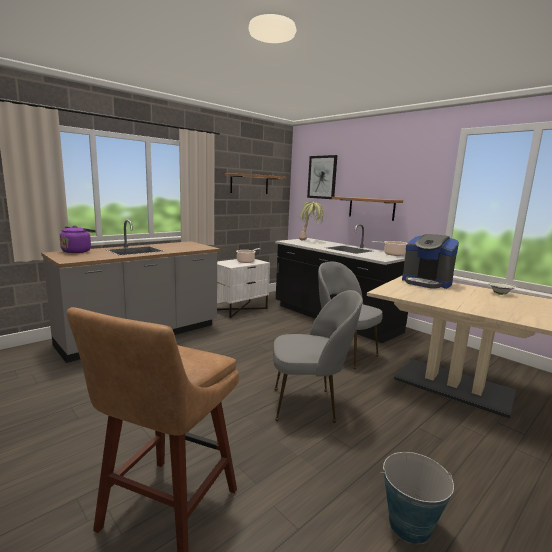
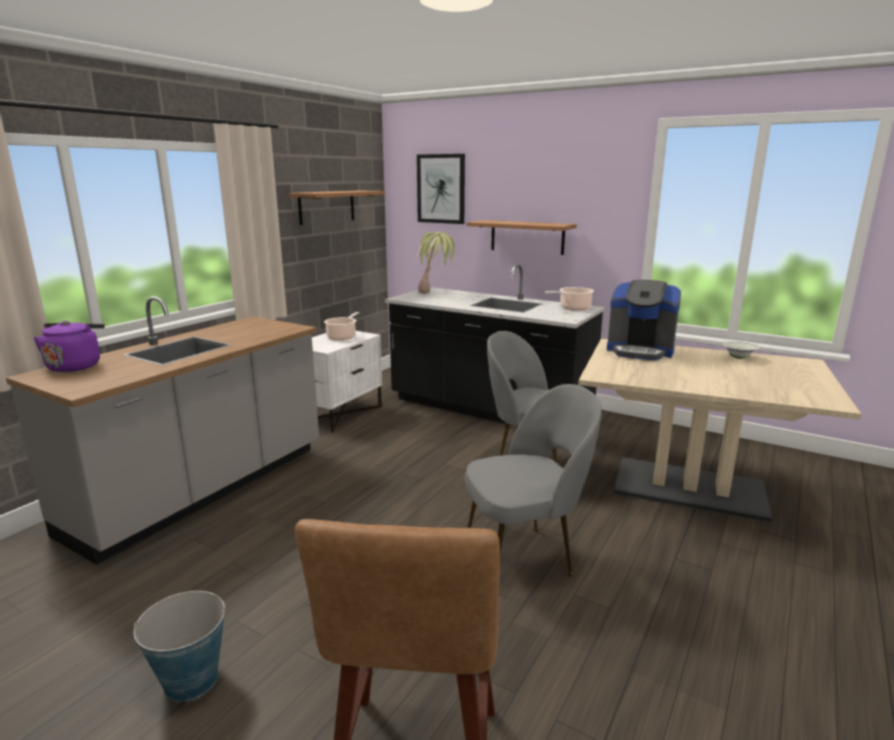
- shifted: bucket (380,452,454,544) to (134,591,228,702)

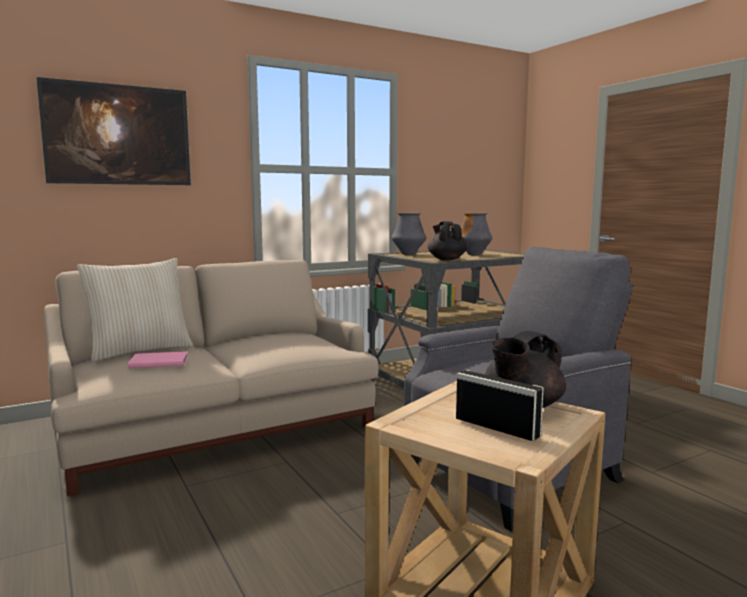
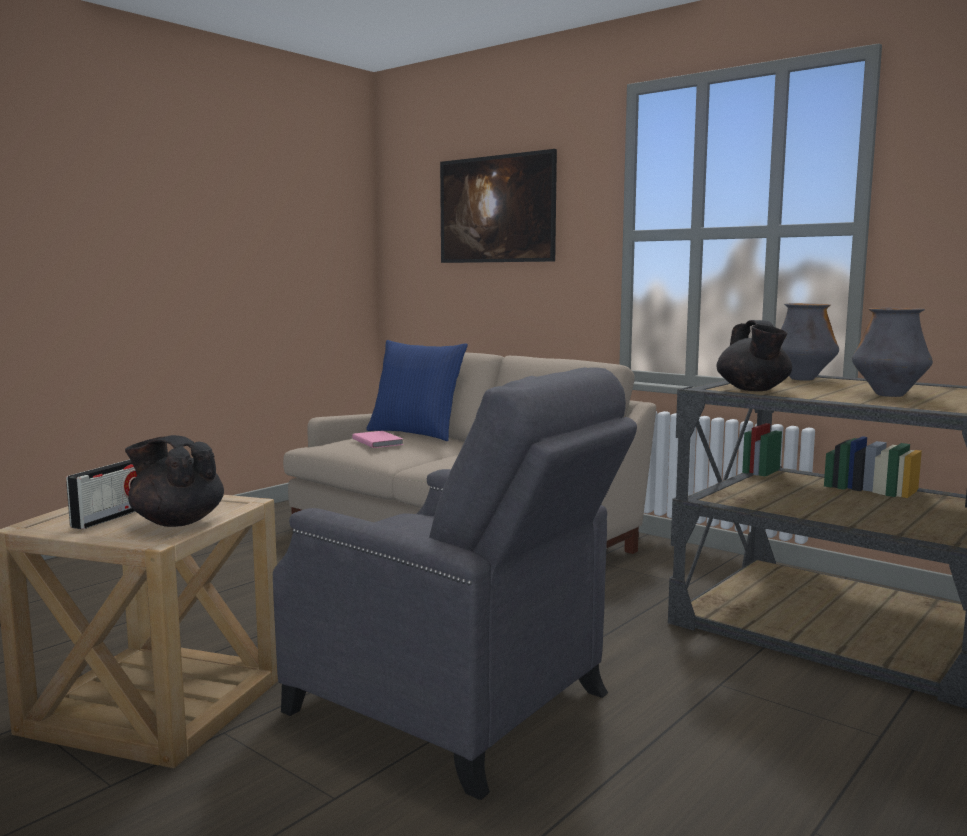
- rotated: teapot (black) (428,221,468,260) = (717,320,792,391) 120 degrees clockwise
- repainted: pillow (beige) (77,258,194,362) to pillow (blue) (366,340,468,441)

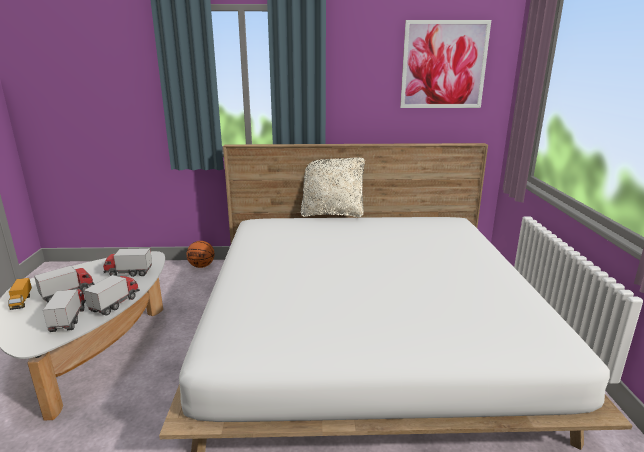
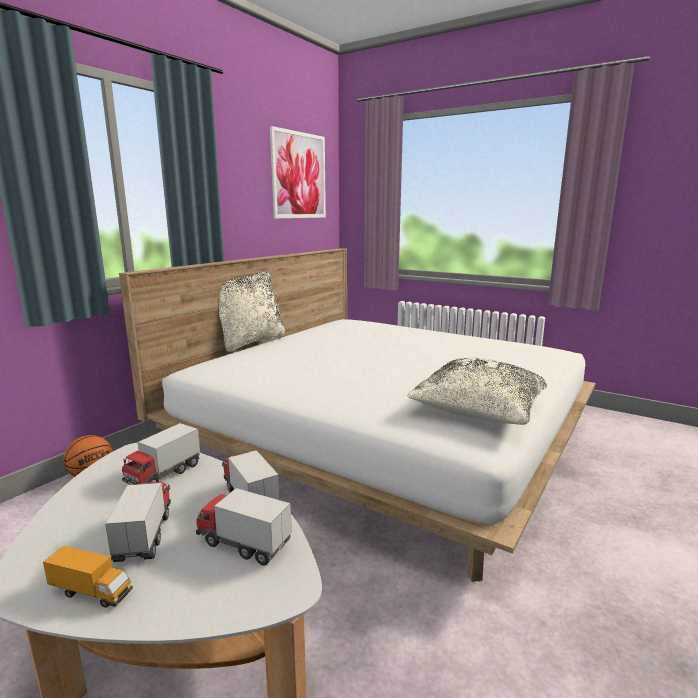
- new: pillow (beige) (407,358,547,425)

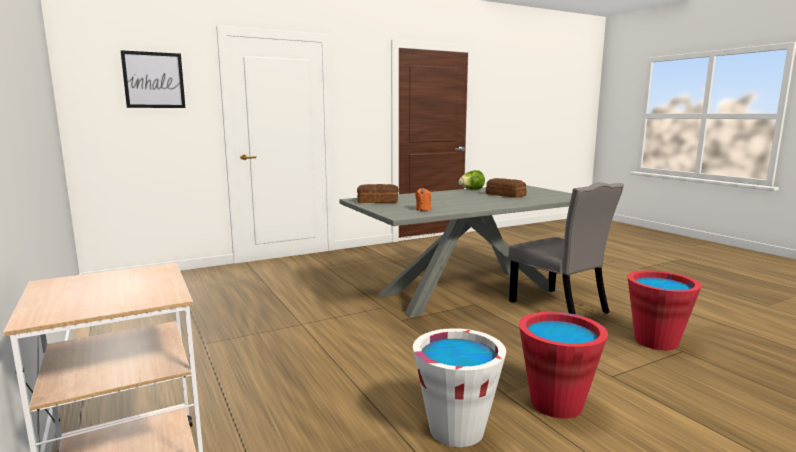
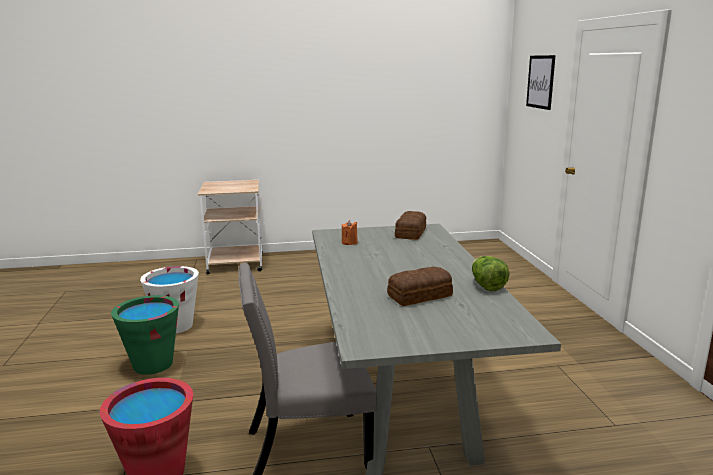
- repainted: bucket (red) (519,312,608,419) to bucket (green) (111,295,179,375)

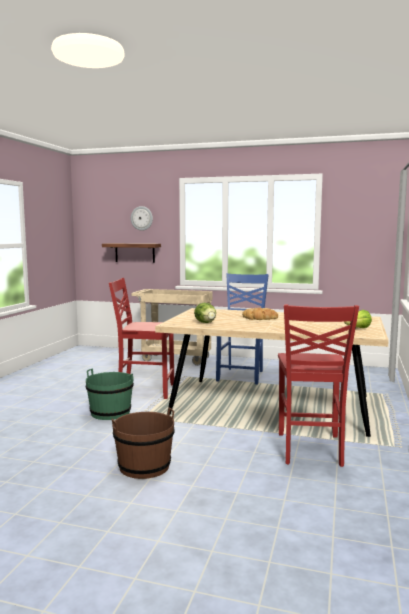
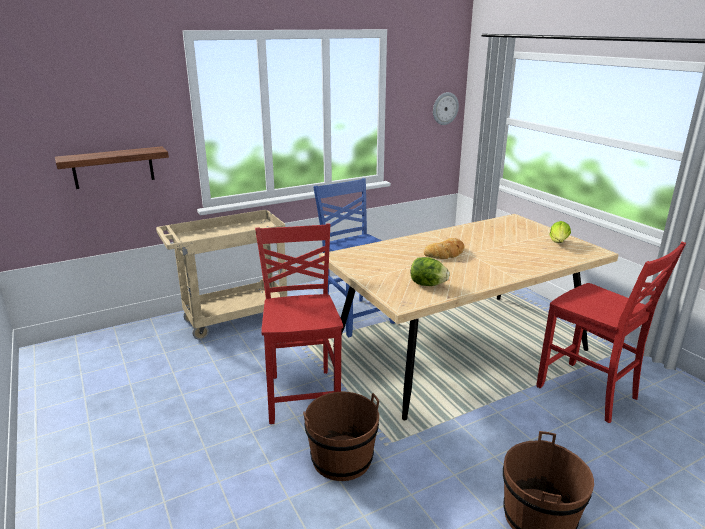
- shifted: wall clock (131,206,153,231) to (433,92,459,125)
- rotated: chair (red) (109,278,174,399) = (255,223,343,424) 120 degrees clockwise
- repainted: bucket (green) (86,369,134,420) to bucket (brown) (303,392,379,481)

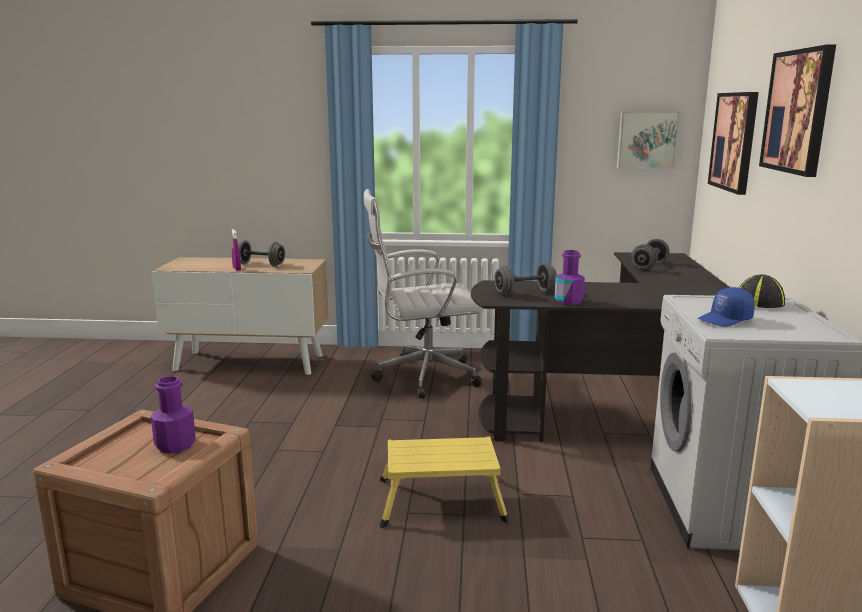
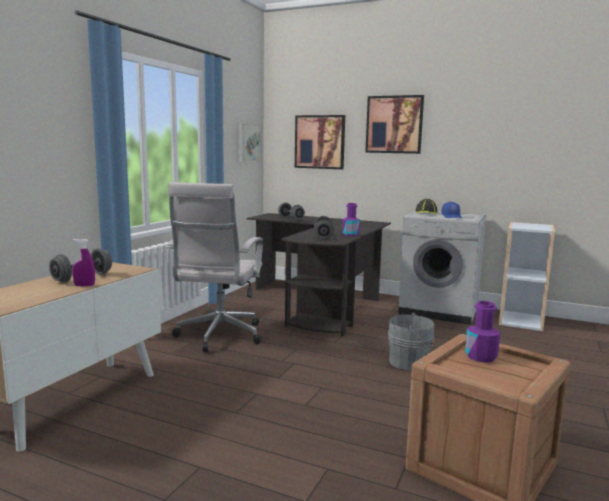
- swapped: step ladder (yellow) (379,436,510,528) to bucket (grey) (388,312,435,370)

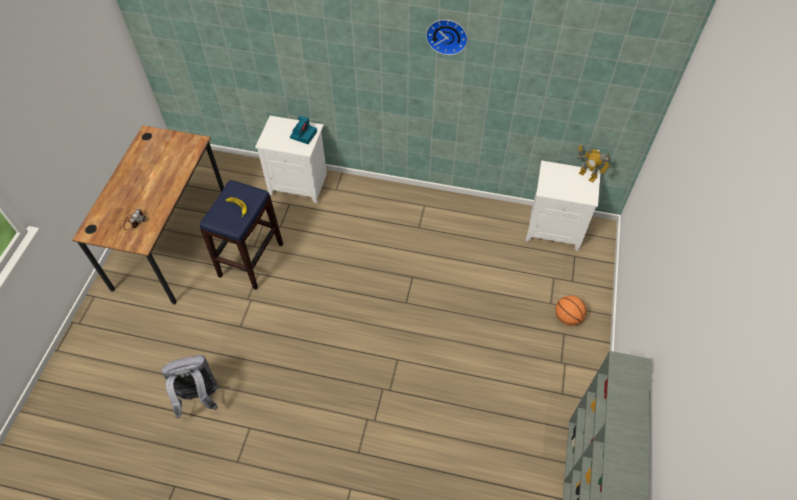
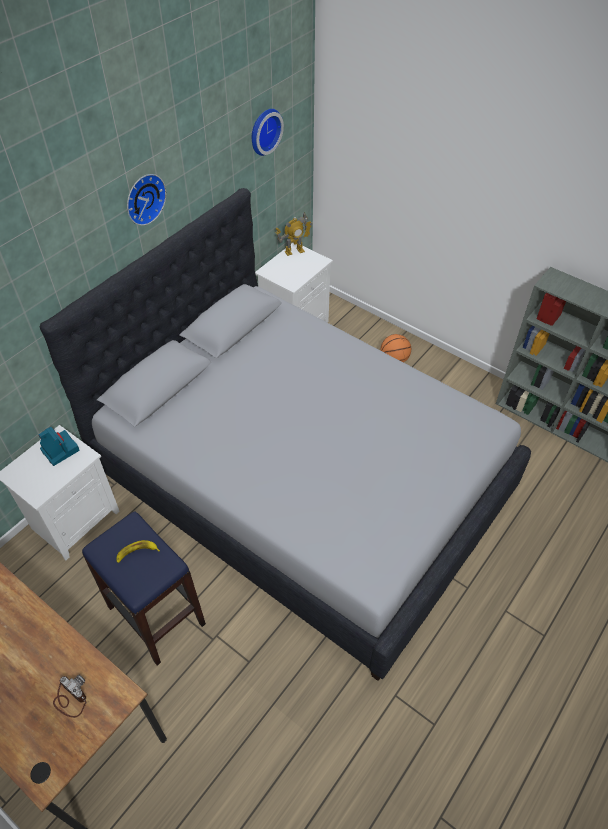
- gone: backpack (grey) (161,355,220,418)
- new: wall clock (252,109,284,156)
- new: bed (grey) (40,188,531,681)

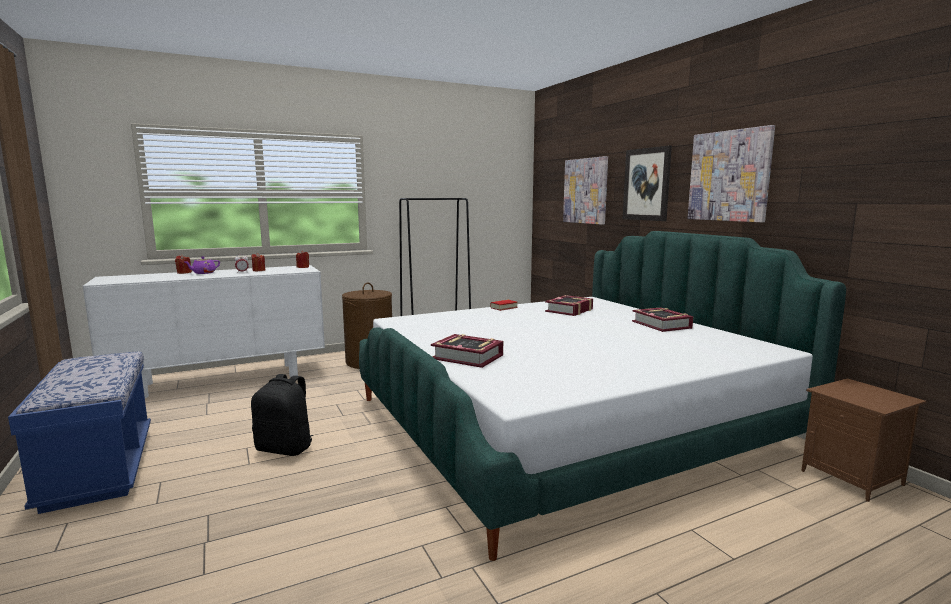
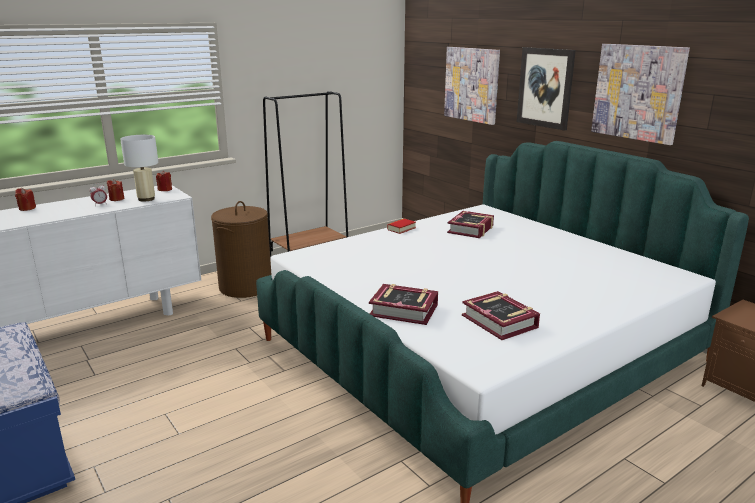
- gone: teapot (purple) (185,256,220,274)
- shifted: book (632,307,693,332) to (462,291,540,340)
- gone: backpack (black) (251,374,313,456)
- new: table lamp (white) (121,135,158,202)

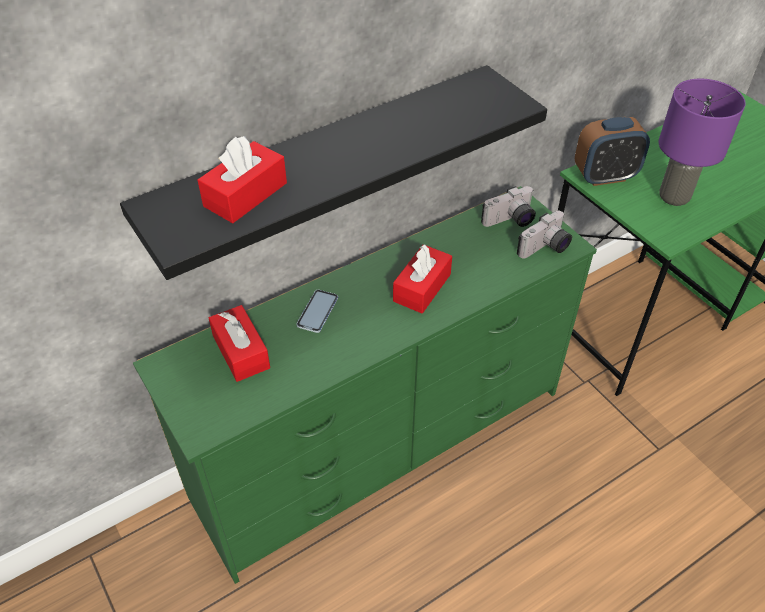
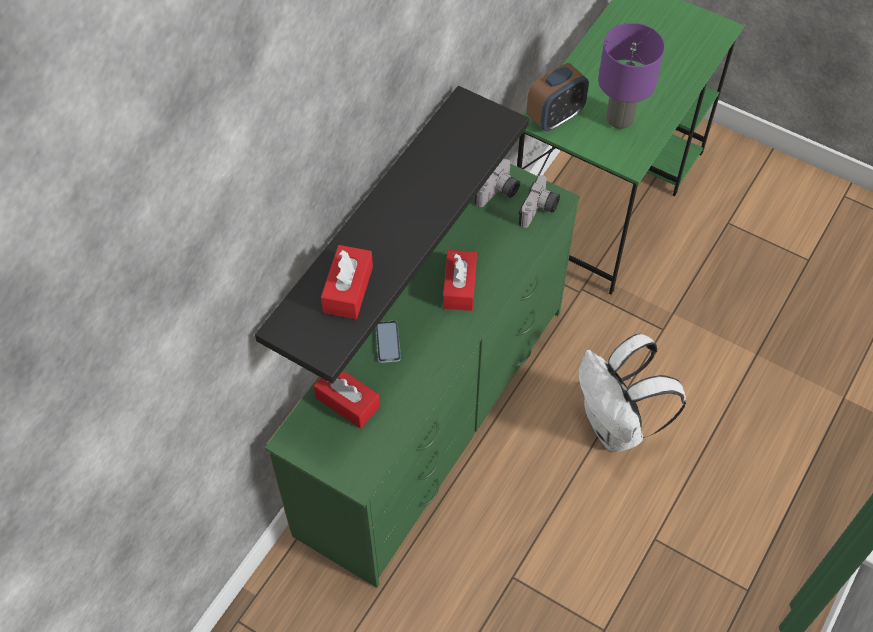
- new: backpack (white) (578,334,686,452)

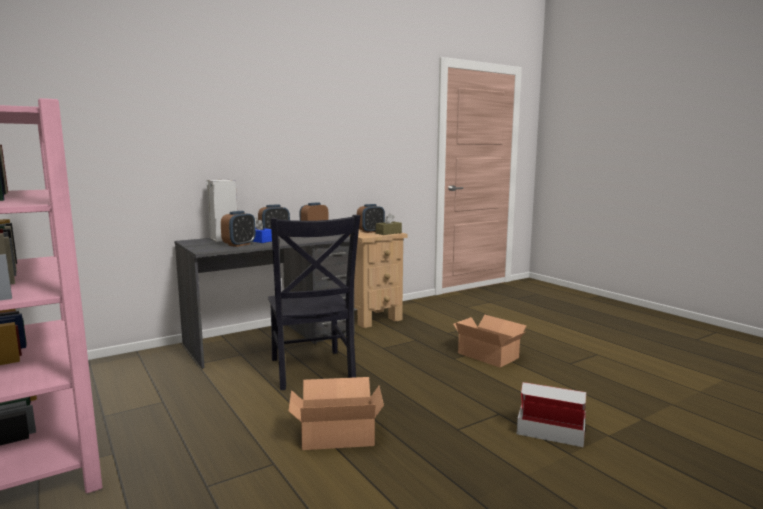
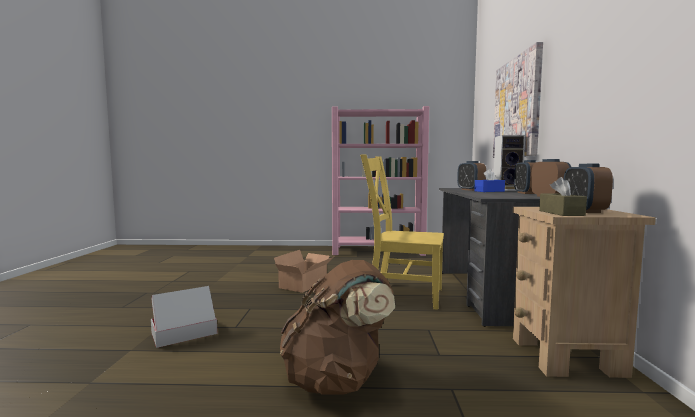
- repainted: chair (black) (268,215,361,390) to chair (yellow) (360,155,444,310)
- swapped: cardboard box (453,315,526,368) to backpack (brown) (280,260,395,394)
- new: picture (493,42,543,158)

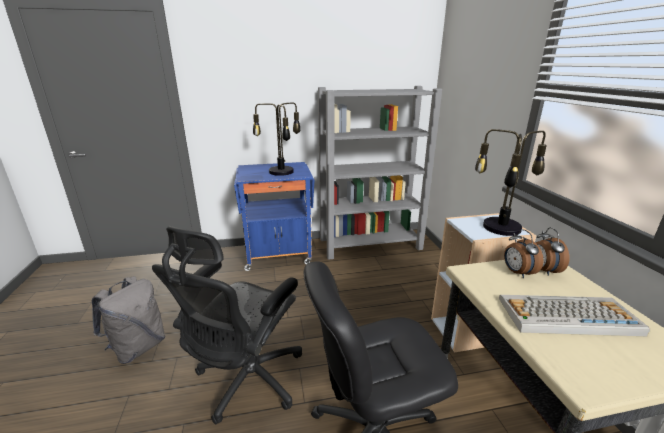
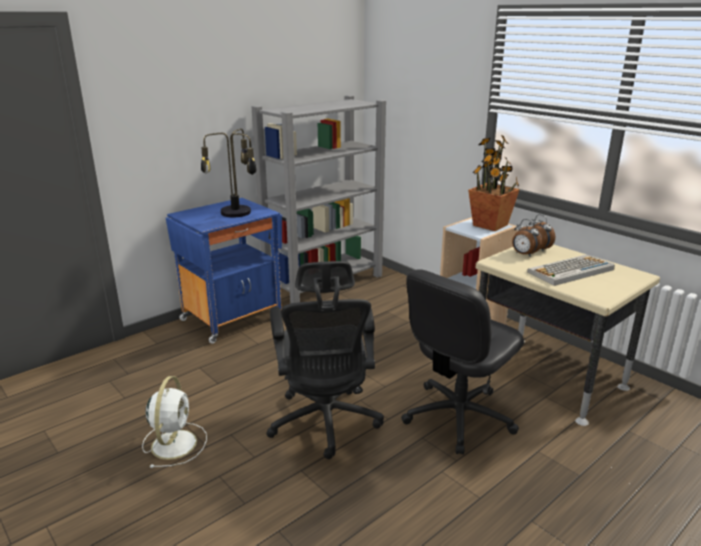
- swapped: table lamp (475,129,547,236) to potted plant (468,135,520,231)
- swapped: backpack (grey) (92,276,166,364) to fan (white) (142,376,207,468)

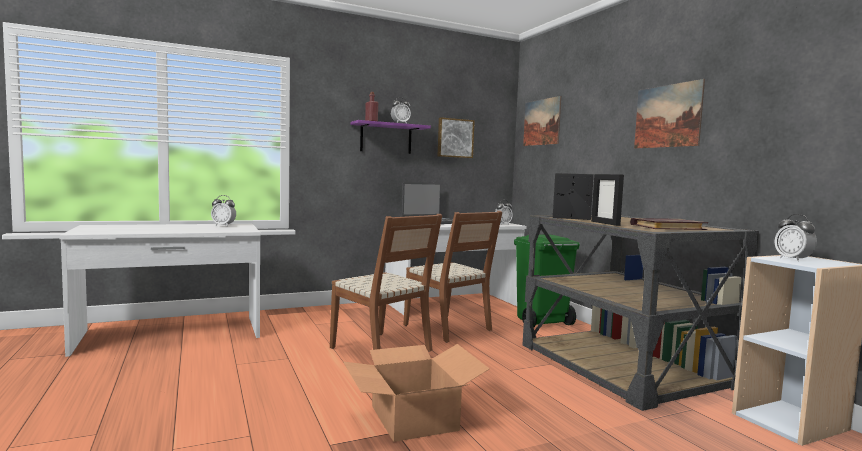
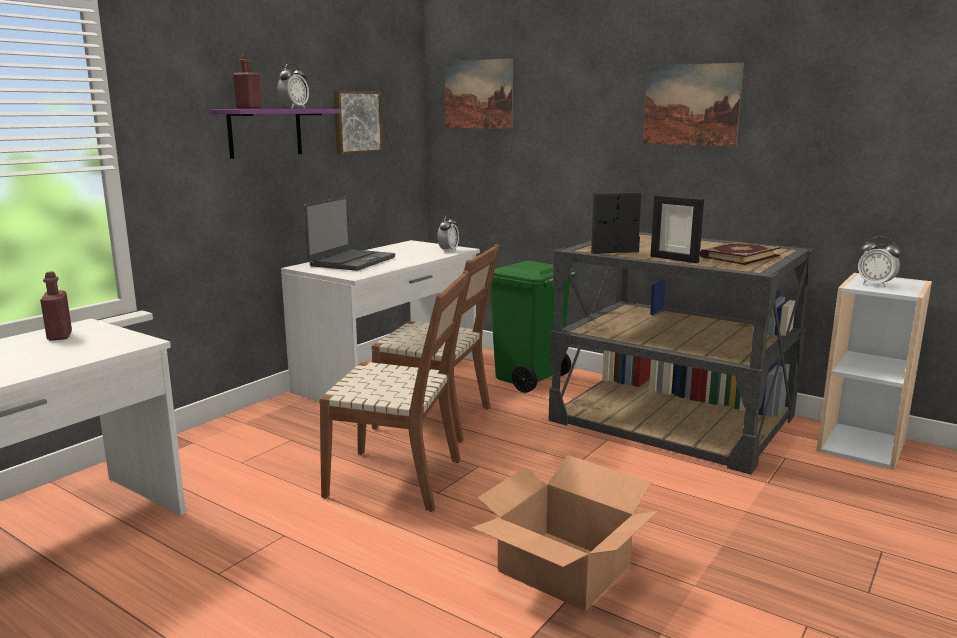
- swapped: alarm clock (211,195,236,226) to bottle (red) (40,271,72,341)

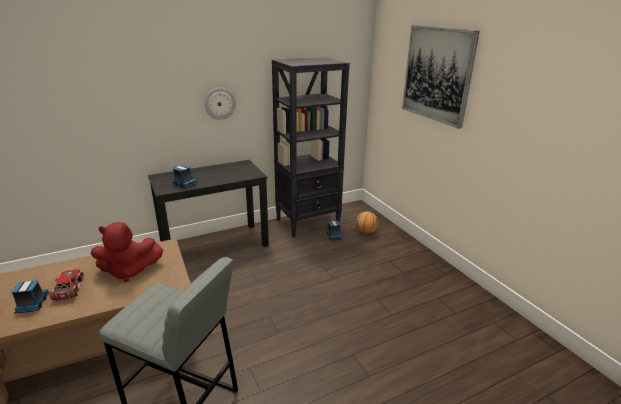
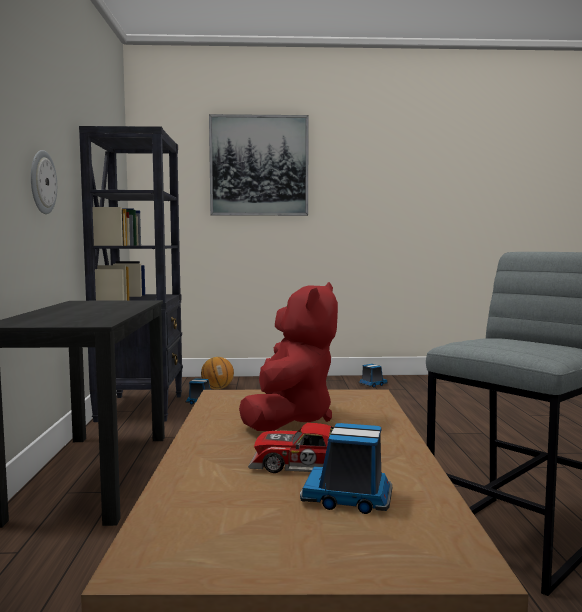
- shifted: toy truck (172,165,197,187) to (359,364,388,387)

